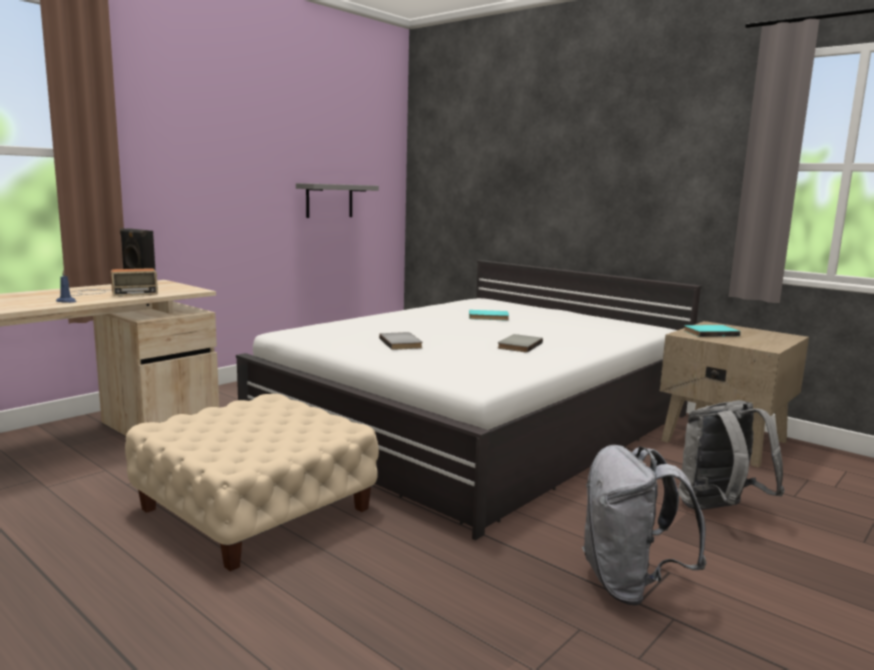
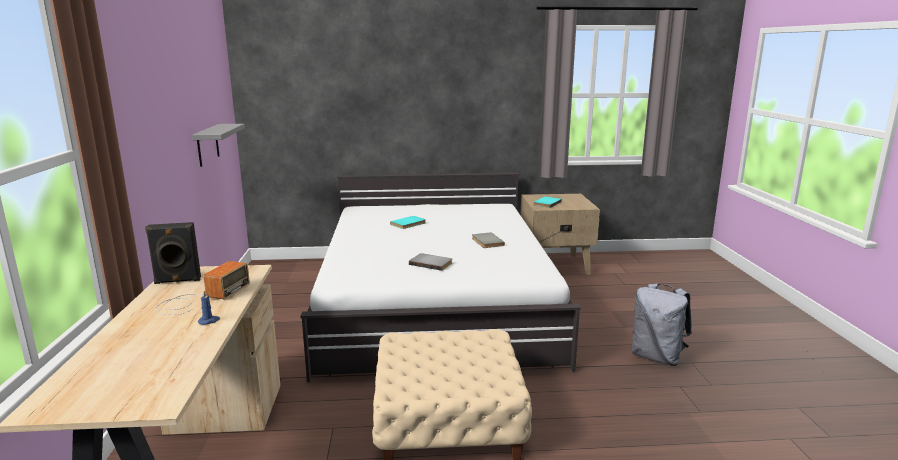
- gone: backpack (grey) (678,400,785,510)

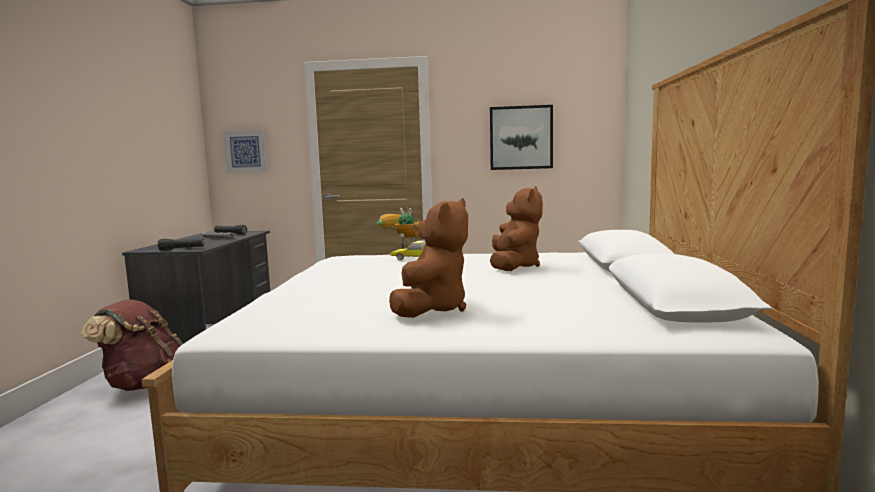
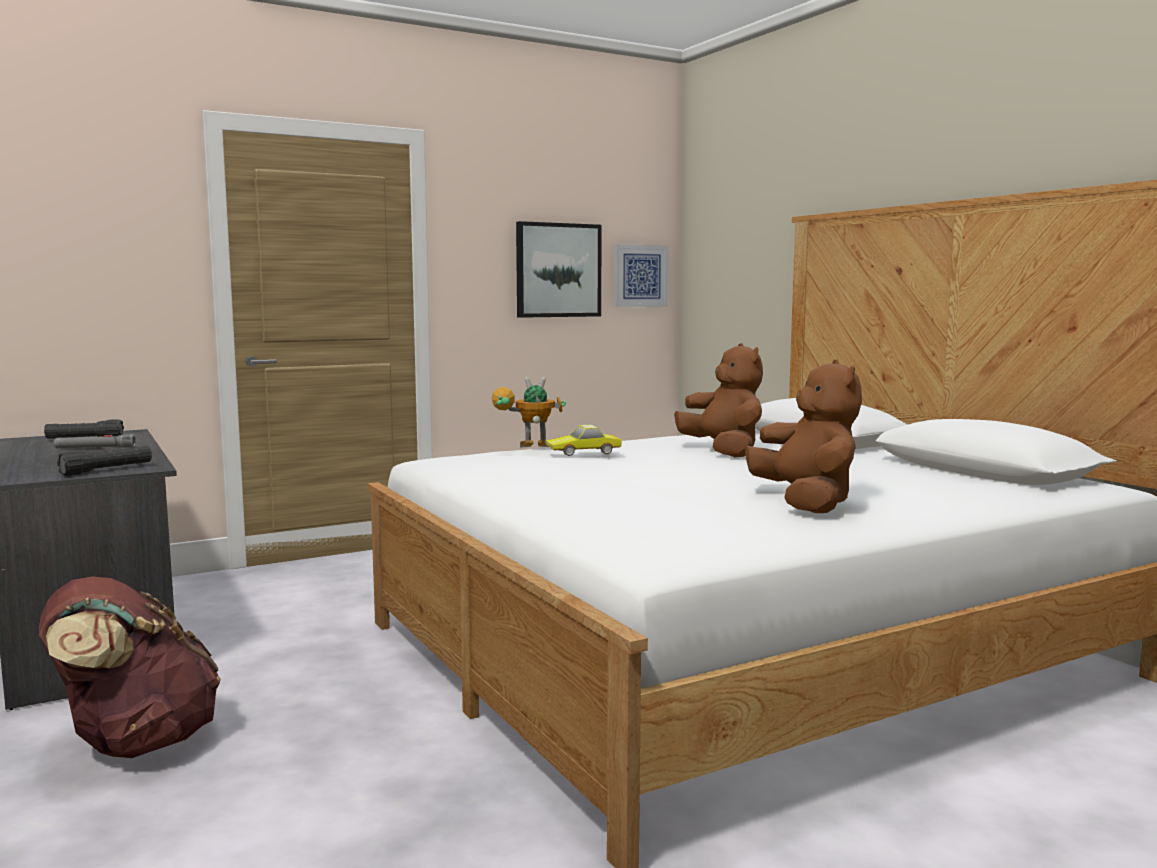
- shifted: picture (223,130,267,173) to (614,244,668,307)

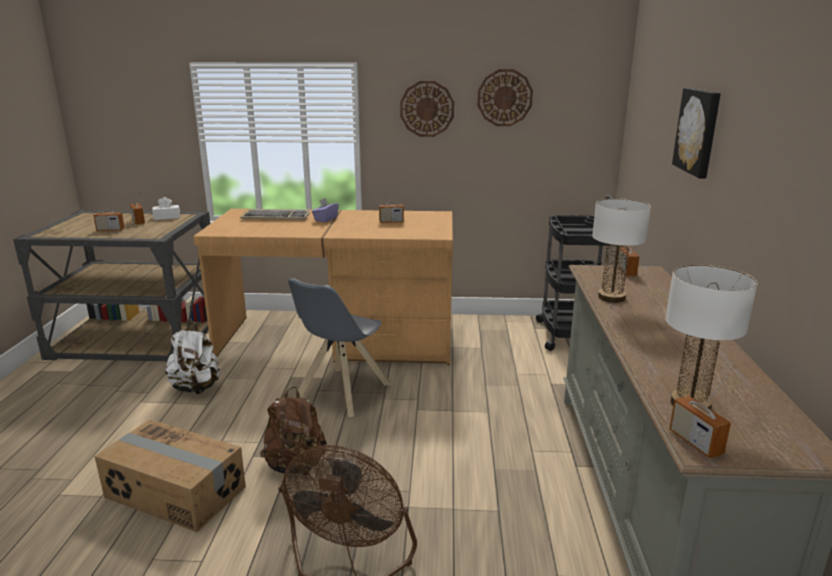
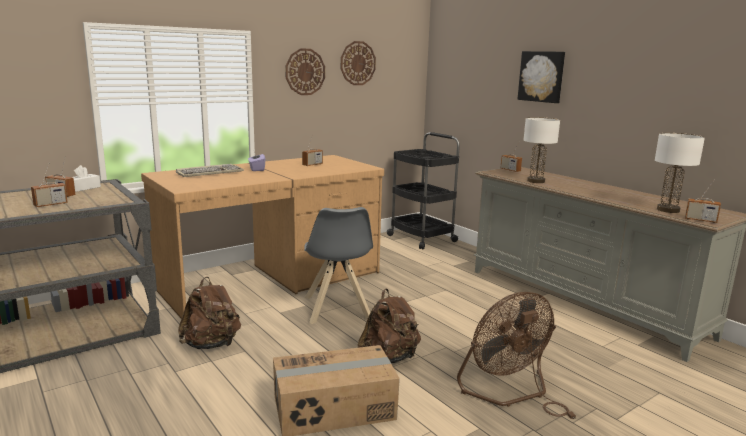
- repainted: backpack (white) (165,322,221,394) to backpack (brown) (178,277,241,349)

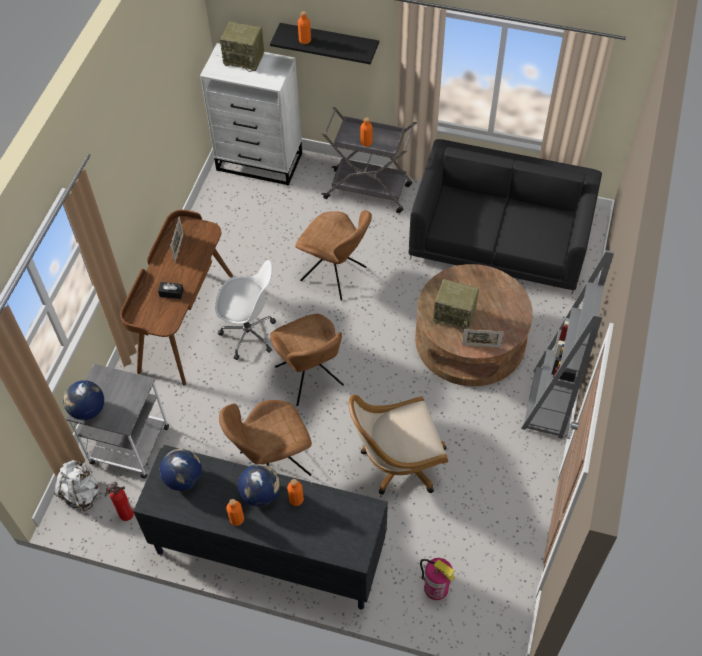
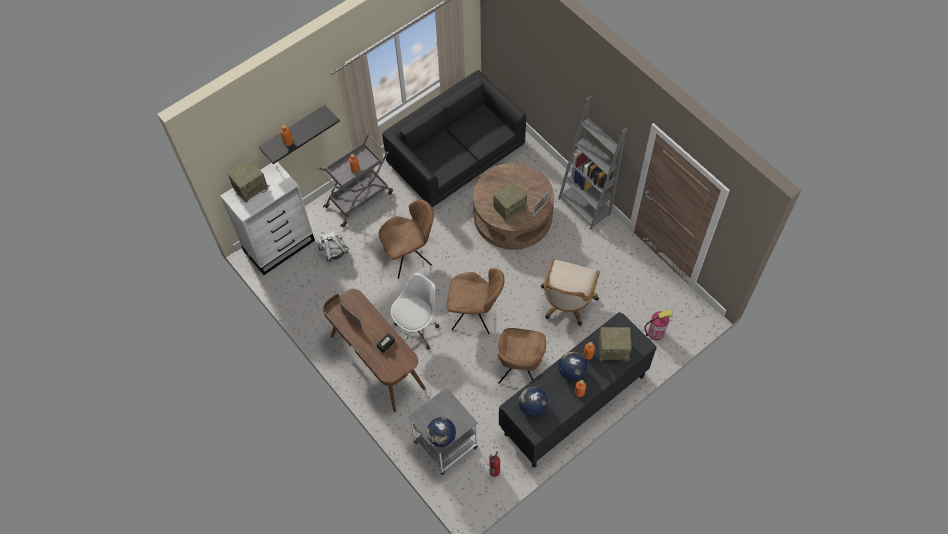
- shifted: backpack (white) (54,460,99,511) to (317,231,349,262)
- new: radio (599,327,632,362)

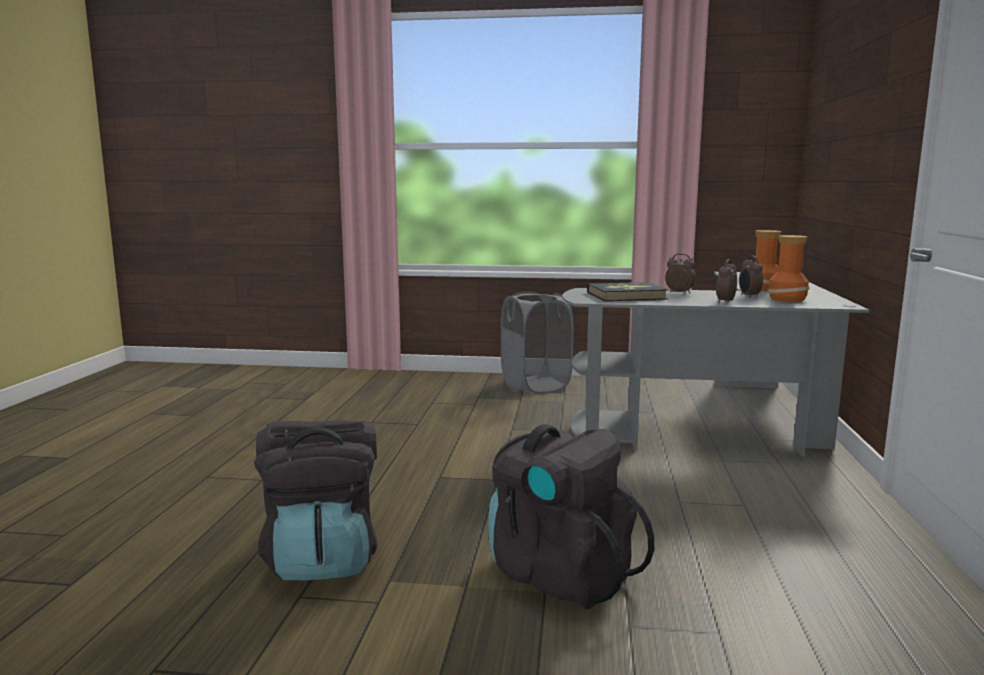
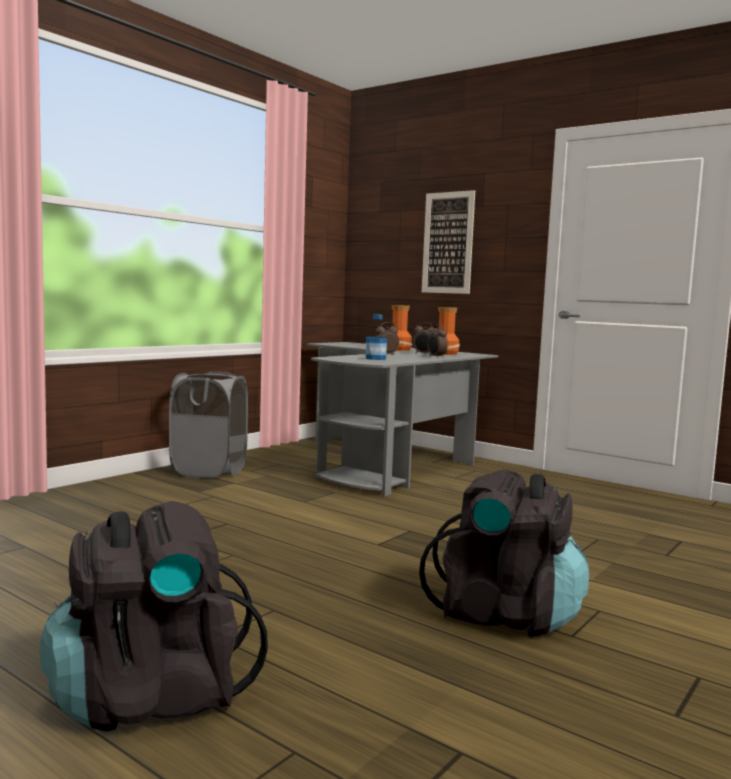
- swapped: book (587,282,668,301) to bottle (366,314,387,360)
- shifted: backpack (black) (488,424,654,609) to (40,501,268,731)
- new: picture (422,190,475,294)

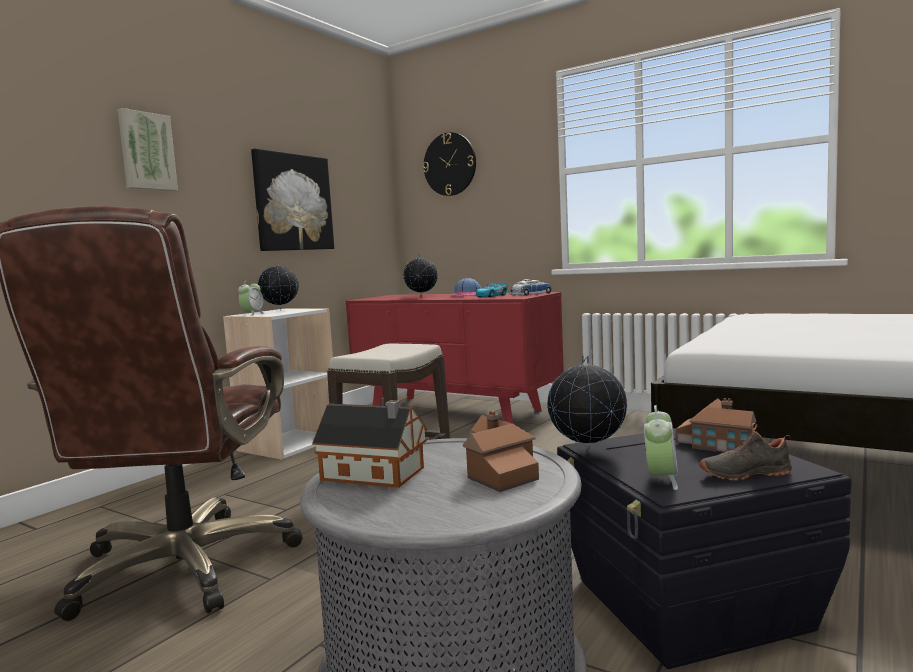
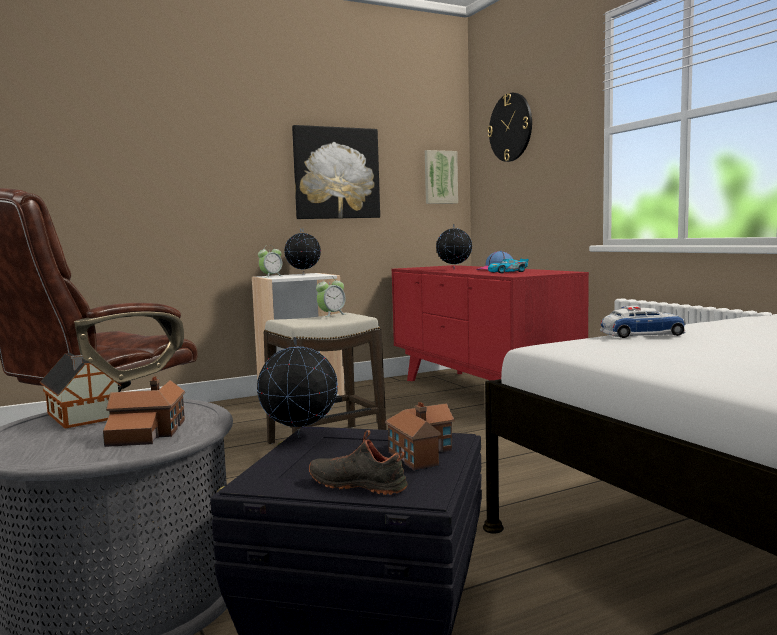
- shifted: picture (118,108,178,191) to (425,150,458,204)
- shifted: toy car (510,279,551,296) to (600,305,686,338)
- shifted: alarm clock (644,405,678,490) to (316,276,346,317)

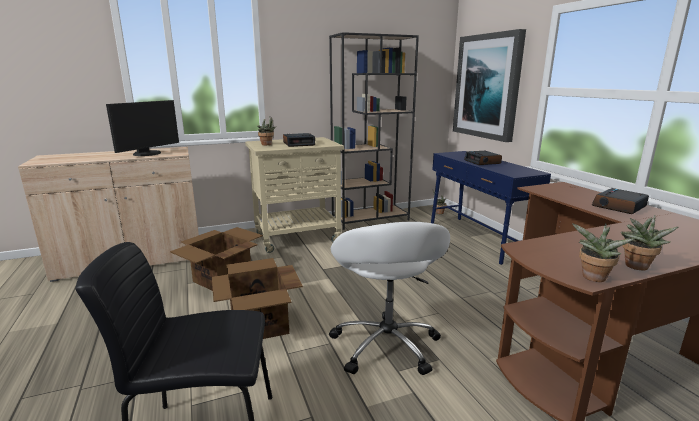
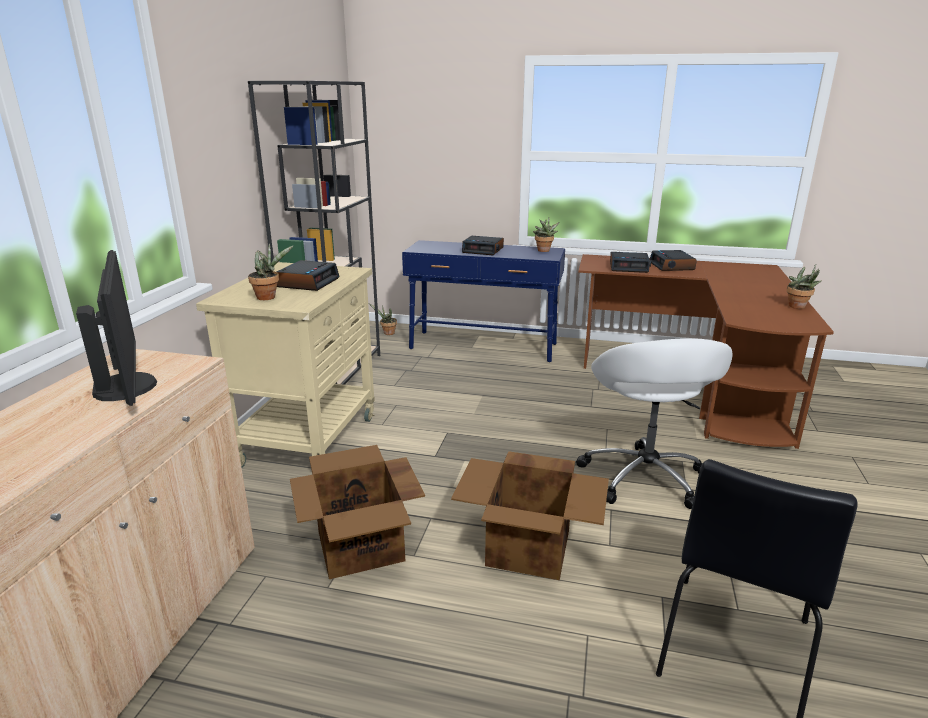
- gone: picture (453,29,526,142)
- rotated: office chair (white) (329,222,450,375) = (576,338,732,509) 60 degrees clockwise
- shifted: potted plant (572,223,634,282) to (533,217,560,252)
- new: alarm clock (610,252,651,273)

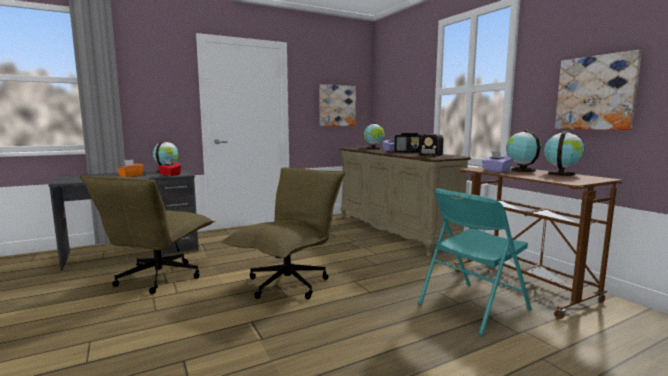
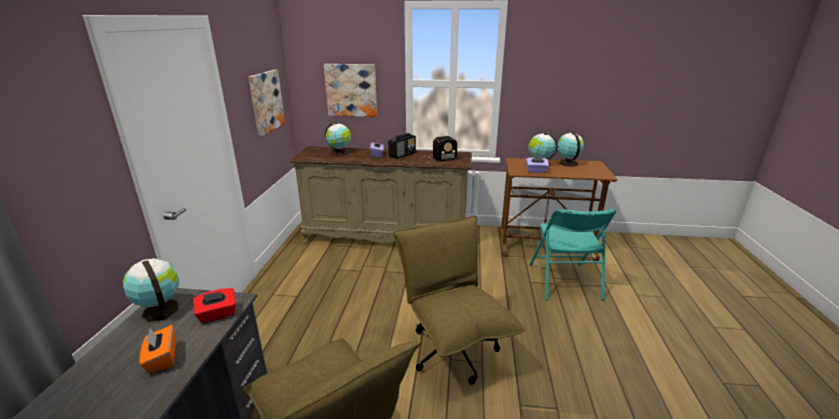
- shifted: picture (555,50,642,130) to (324,64,377,117)

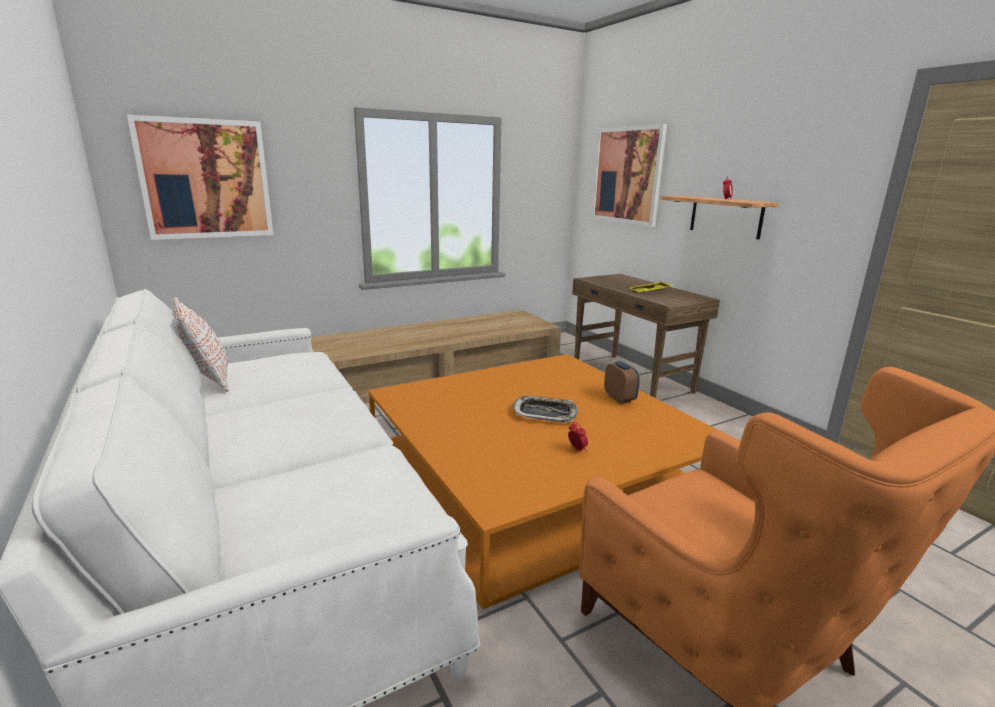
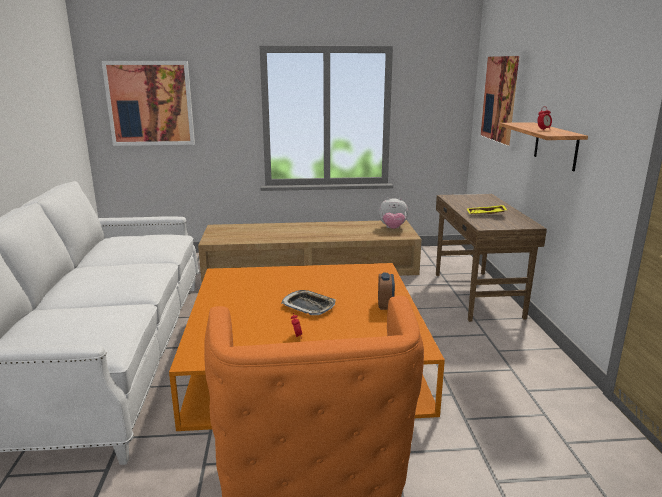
- gone: pillow (white) (174,297,229,392)
- new: plush toy (379,197,408,229)

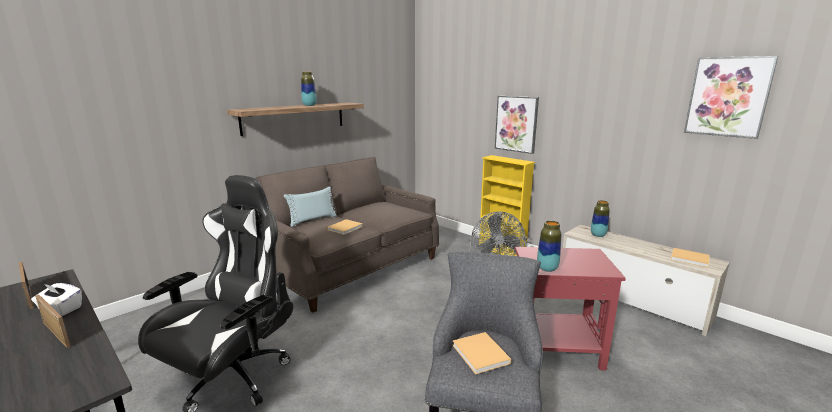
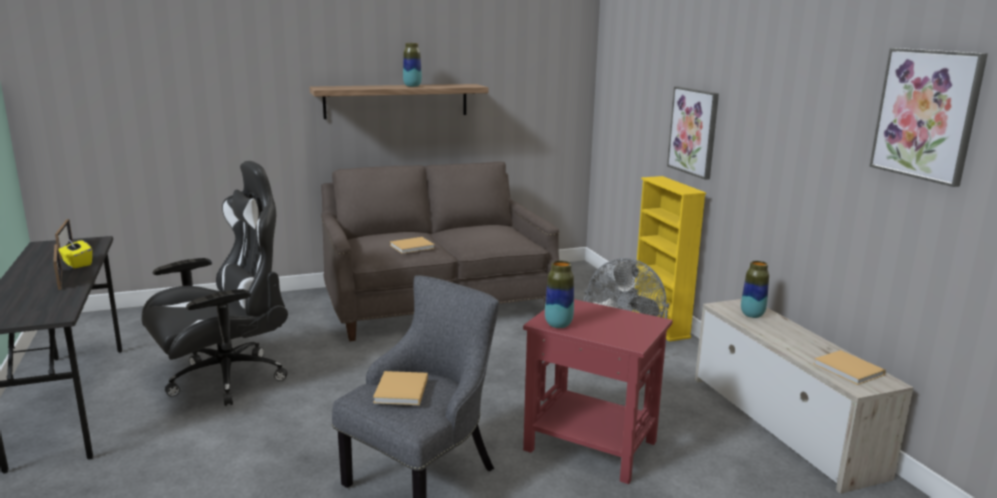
- gone: pillow (blue) (284,186,337,227)
- repainted: tissue box (white) (31,283,82,316) to tissue box (yellow) (58,237,92,268)

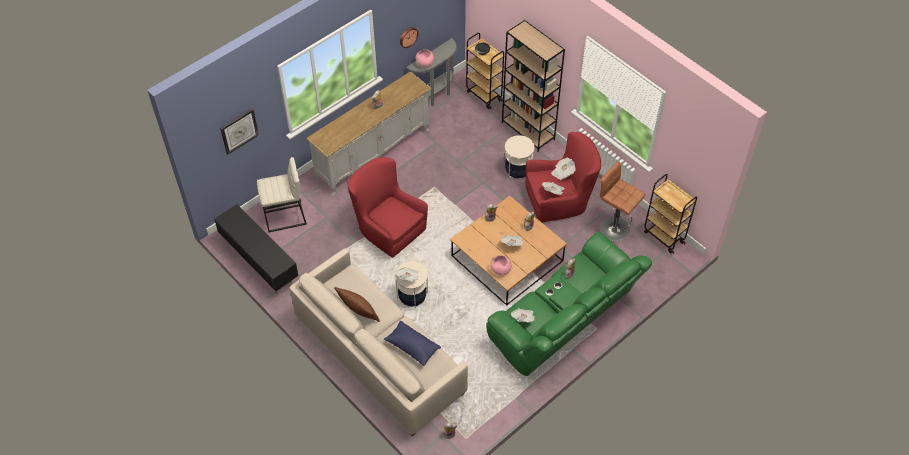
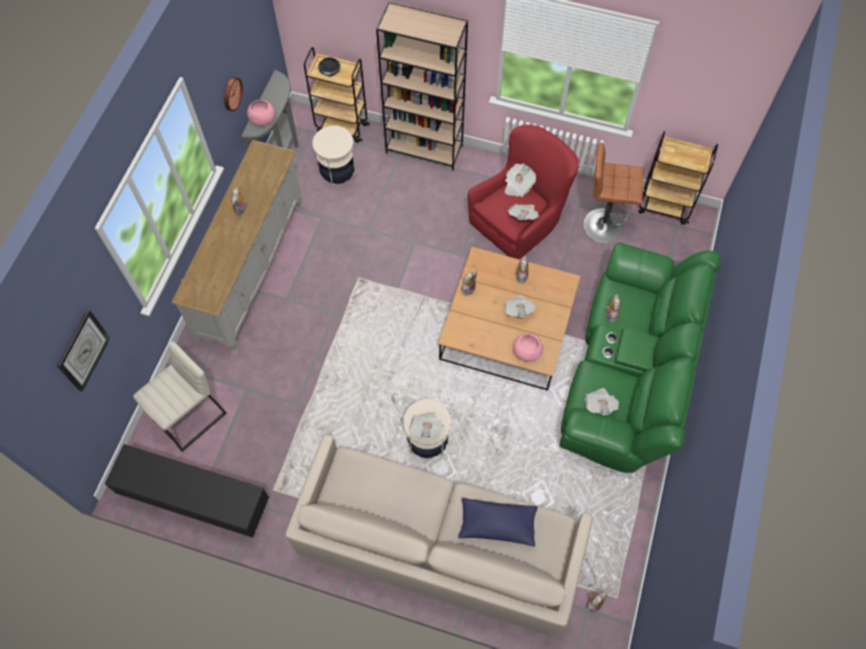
- shifted: side table (beige) (505,135,535,178) to (312,126,356,186)
- gone: armchair (red) (348,157,428,258)
- gone: pillow (brown) (334,287,380,322)

